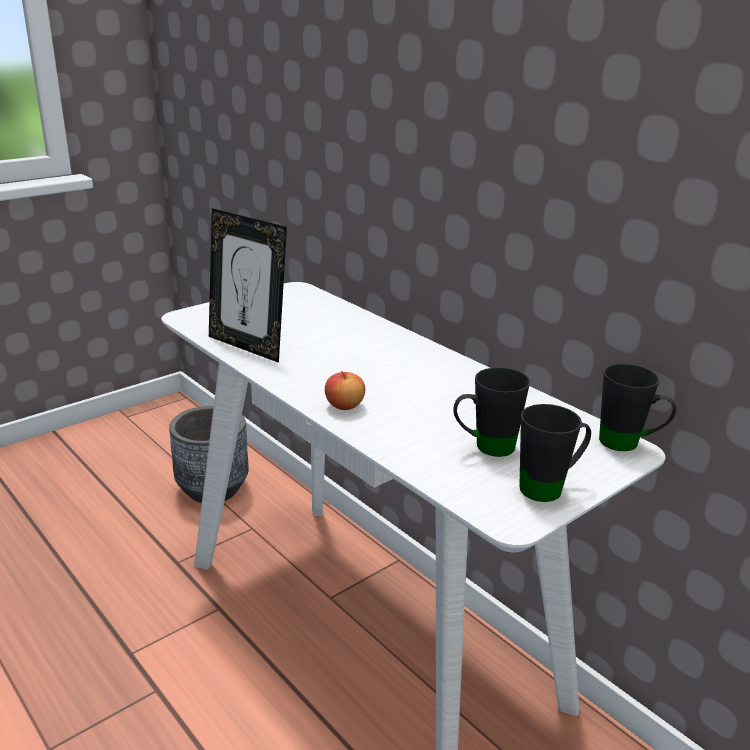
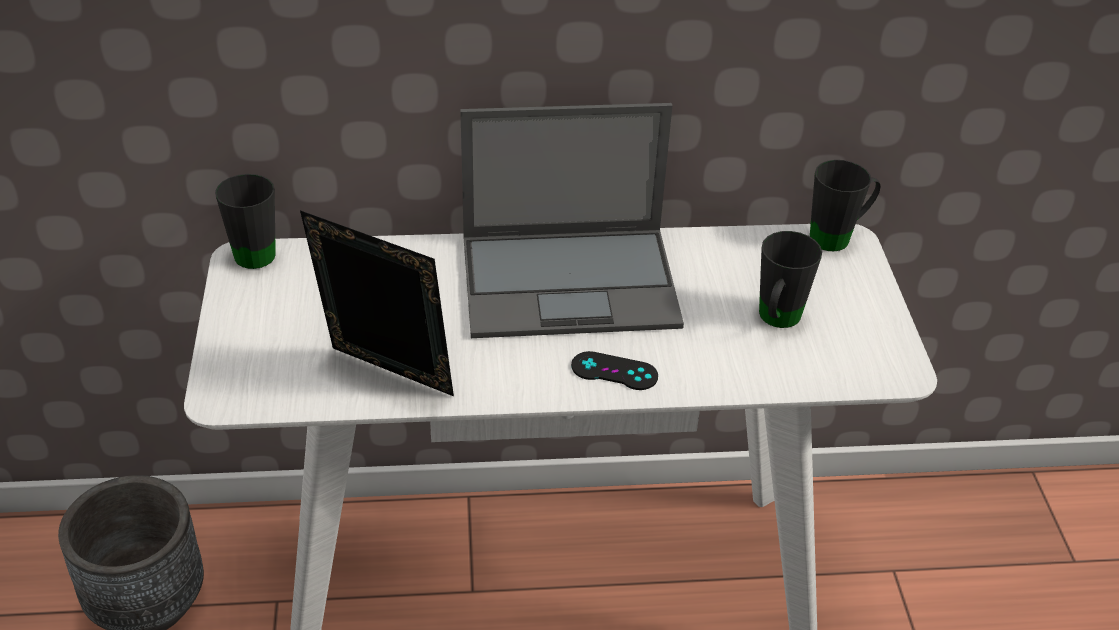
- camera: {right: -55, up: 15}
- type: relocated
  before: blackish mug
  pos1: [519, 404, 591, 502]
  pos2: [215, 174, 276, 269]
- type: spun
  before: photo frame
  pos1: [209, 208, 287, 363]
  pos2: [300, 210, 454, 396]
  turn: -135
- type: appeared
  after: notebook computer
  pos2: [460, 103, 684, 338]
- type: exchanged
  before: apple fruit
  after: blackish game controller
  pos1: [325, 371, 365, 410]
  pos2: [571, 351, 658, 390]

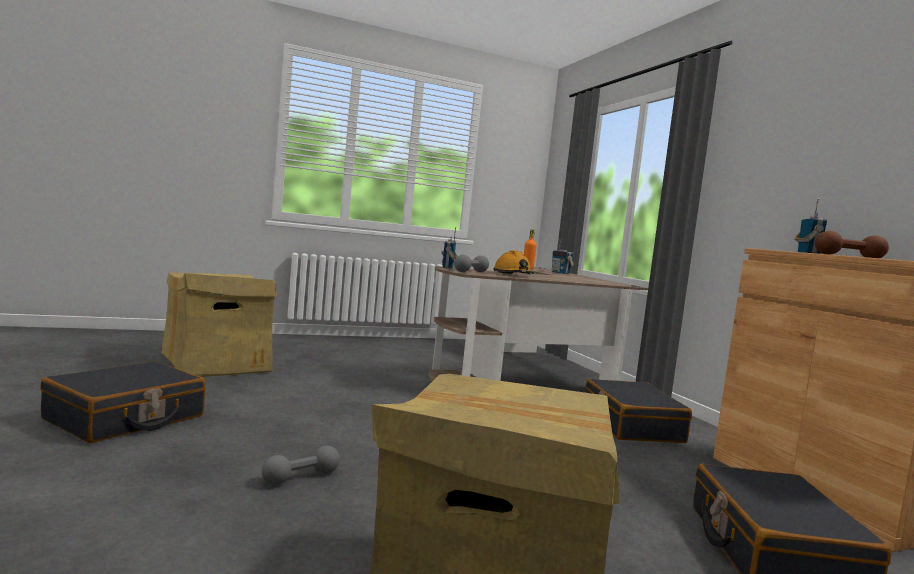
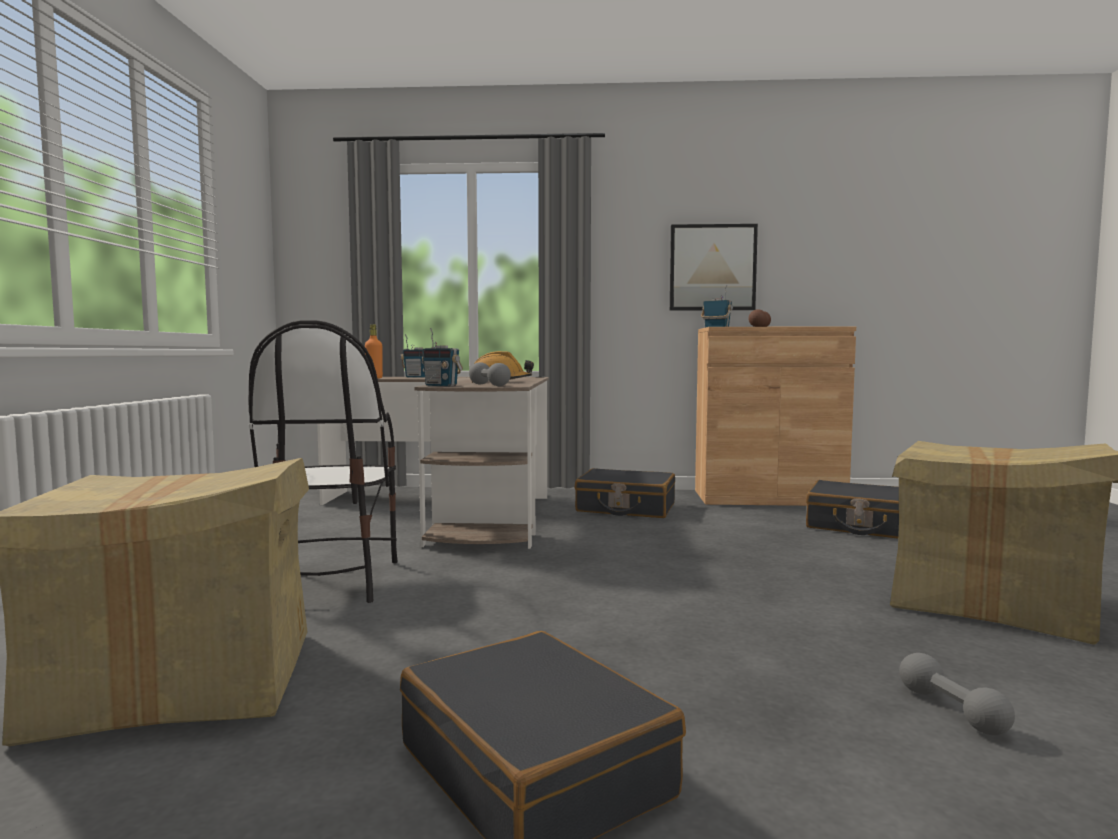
- camera: {right: -65, up: 0}
- type: appeared
  after: chair
  pos2: [249, 320, 398, 603]
- type: appeared
  after: wall picture
  pos2: [670, 224, 758, 311]
- type: relocated
  before: grey hand weight
  pos1: [262, 446, 340, 485]
  pos2: [899, 653, 1015, 735]

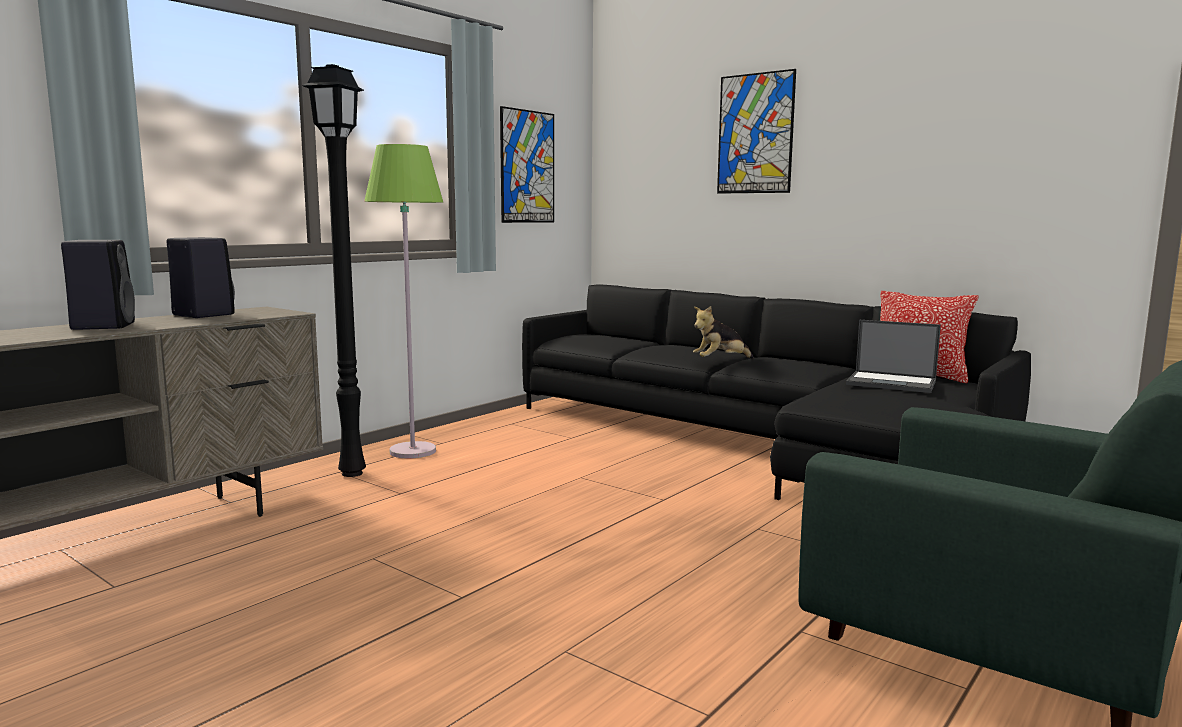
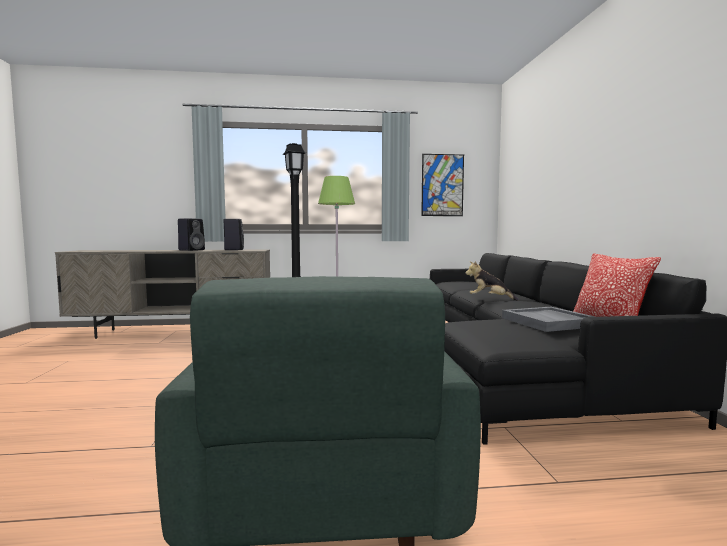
- camera: {right: 45, up: -5}
- type: exchanged
  before: notebook computer
  after: grey carrying tray
  pos1: [846, 320, 941, 393]
  pos2: [502, 307, 595, 332]
- type: missing
  before: wall picture
  pos1: [717, 69, 796, 194]

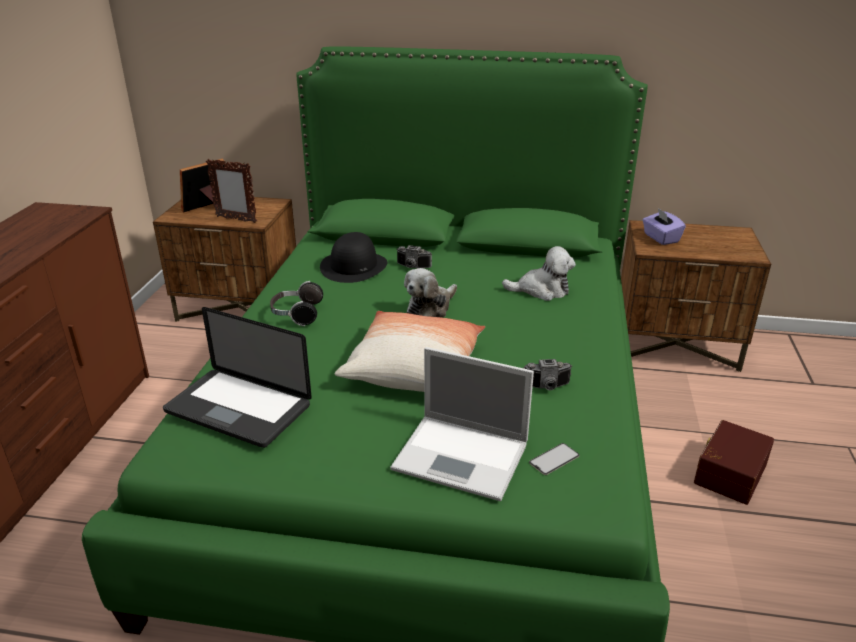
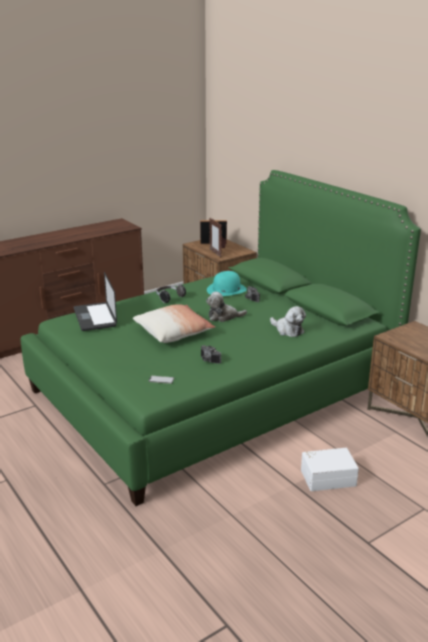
- camera: {right: 45, up: -5}
- type: colour
  before: blackish wearable hat
  after: blue-green wearable hat
  pos1: [320, 232, 388, 283]
  pos2: [207, 271, 247, 296]
- type: colour
  before: brown-coloured storage container
  after: white storage container
  pos1: [694, 420, 774, 505]
  pos2: [301, 448, 359, 491]
- type: missing
  before: notebook computer
  pos1: [390, 347, 534, 501]
- type: missing
  before: purple tissue box
  pos1: [643, 208, 686, 245]

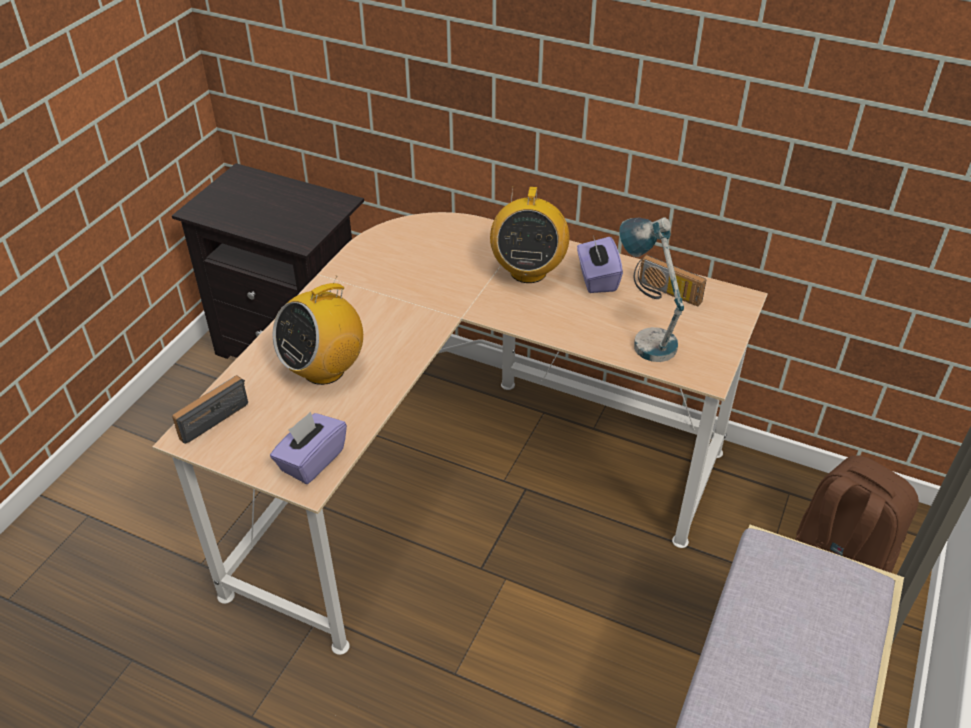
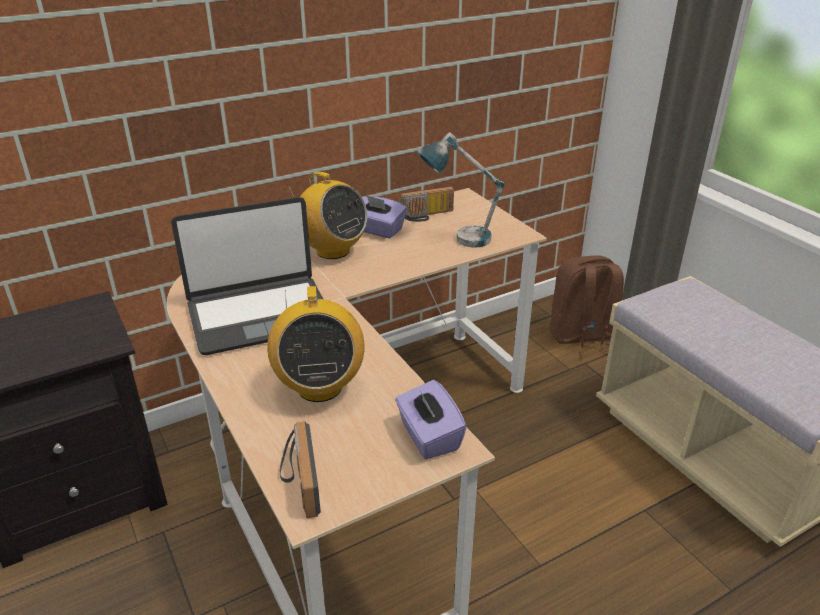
- camera: {right: -55, up: -10}
- type: appeared
  after: notebook computer
  pos2: [171, 197, 323, 355]

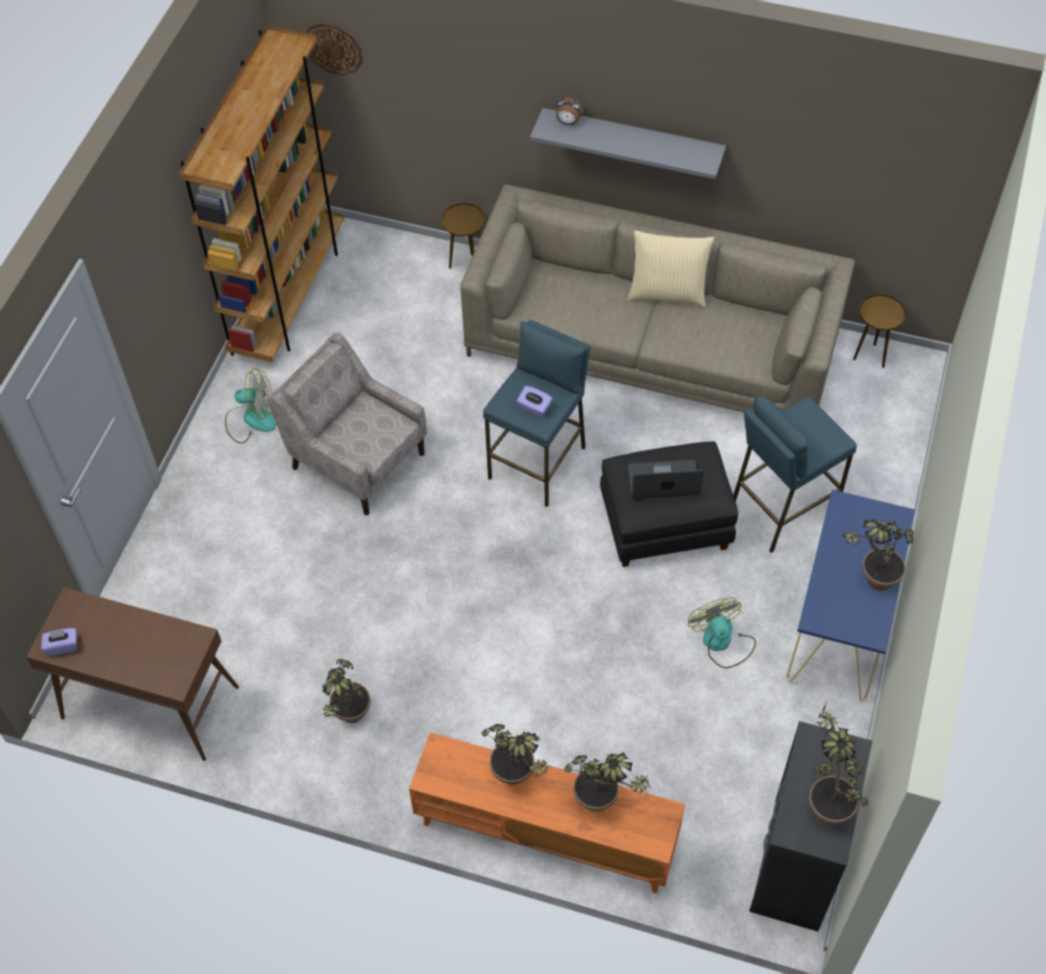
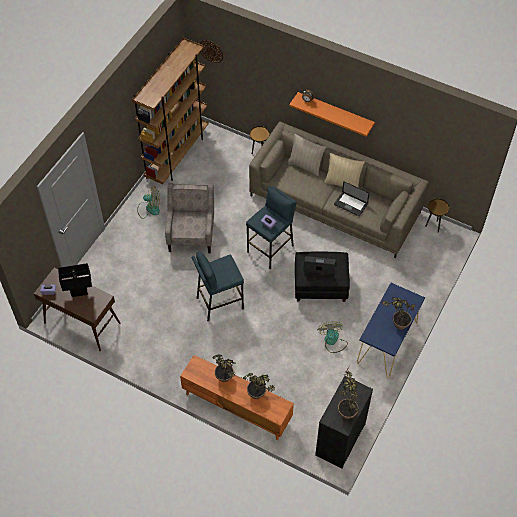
- camera: {right: 10, up: 0}
- type: appeared
  after: blackish table lamp
  pos2: [58, 263, 92, 297]
- type: spun
  before: sand-coloured easy chair
  pos1: [267, 333, 427, 515]
  pos2: [165, 183, 214, 254]
  turn: 45
- type: relocated
  before: blue sitting stool
  pos1: [733, 396, 857, 553]
  pos2: [191, 251, 244, 321]
- type: appeared
  after: sand-coloured cushion
  pos2: [287, 134, 326, 176]
- type: colour
  before: grey wall shelf
  after: orange-coloured wall shelf
  pos1: [530, 108, 726, 179]
  pos2: [289, 92, 375, 137]
- type: appeared
  after: notebook computer
  pos2: [334, 181, 369, 216]
- type: missing
  before: houseplant
  pos1: [322, 659, 371, 723]

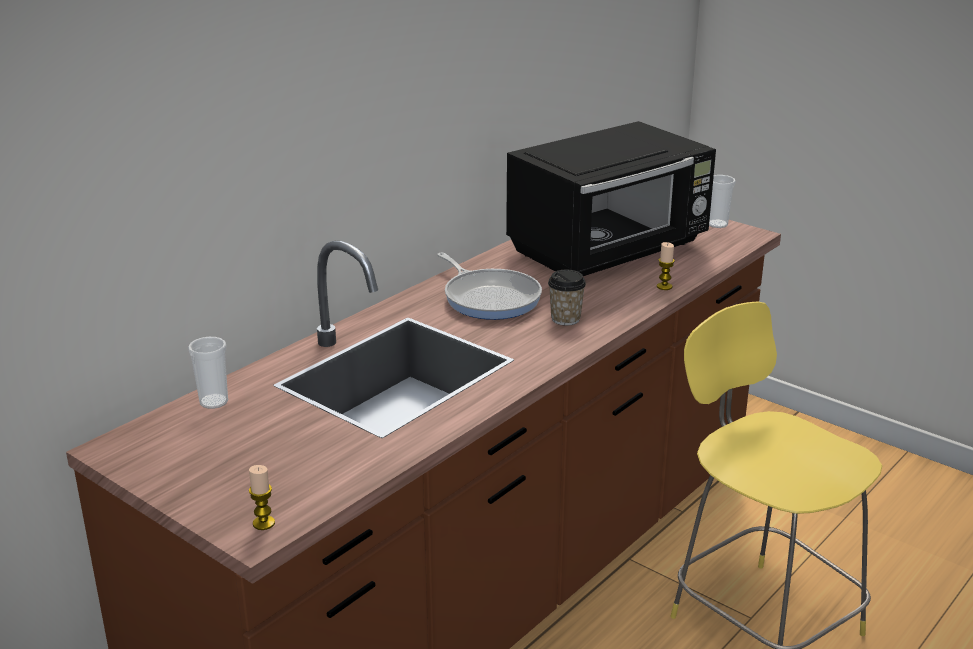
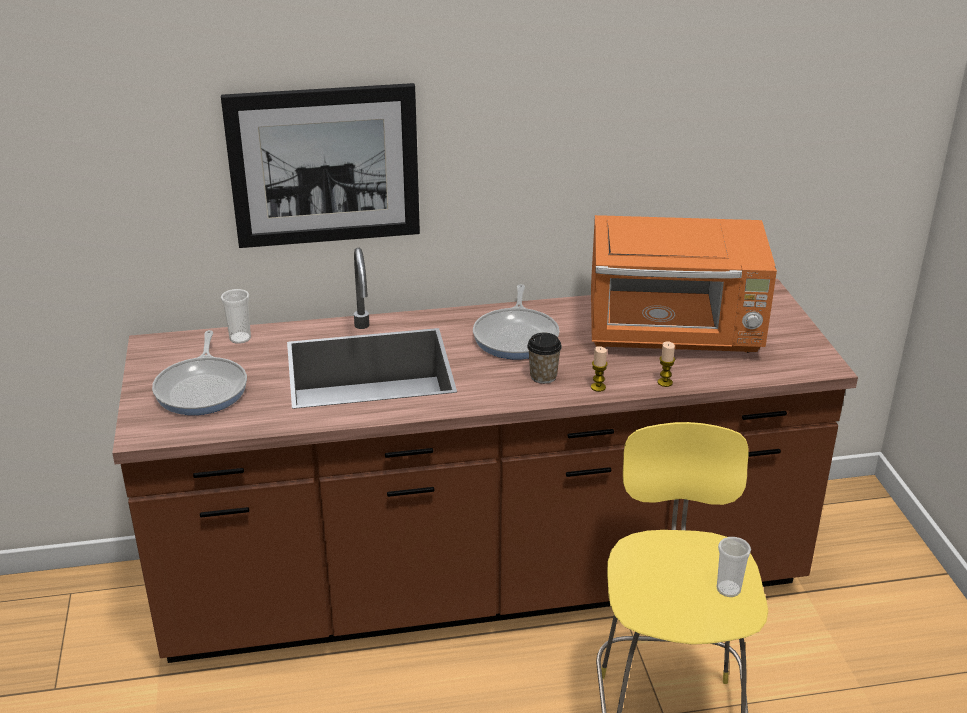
- camera: {right: 40, up: 5}
- type: appeared
  after: skillet
  pos2: [152, 330, 247, 415]
- type: appeared
  after: wall picture
  pos2: [221, 83, 420, 248]
- type: colour
  before: blackish microwave
  after: orange-coloured microwave
  pos1: [506, 121, 716, 276]
  pos2: [591, 215, 777, 353]
- type: relocated
  before: wax light
  pos1: [249, 465, 275, 530]
  pos2: [591, 346, 608, 392]
- type: relocated
  before: cup
  pos1: [709, 175, 736, 228]
  pos2: [716, 537, 751, 597]

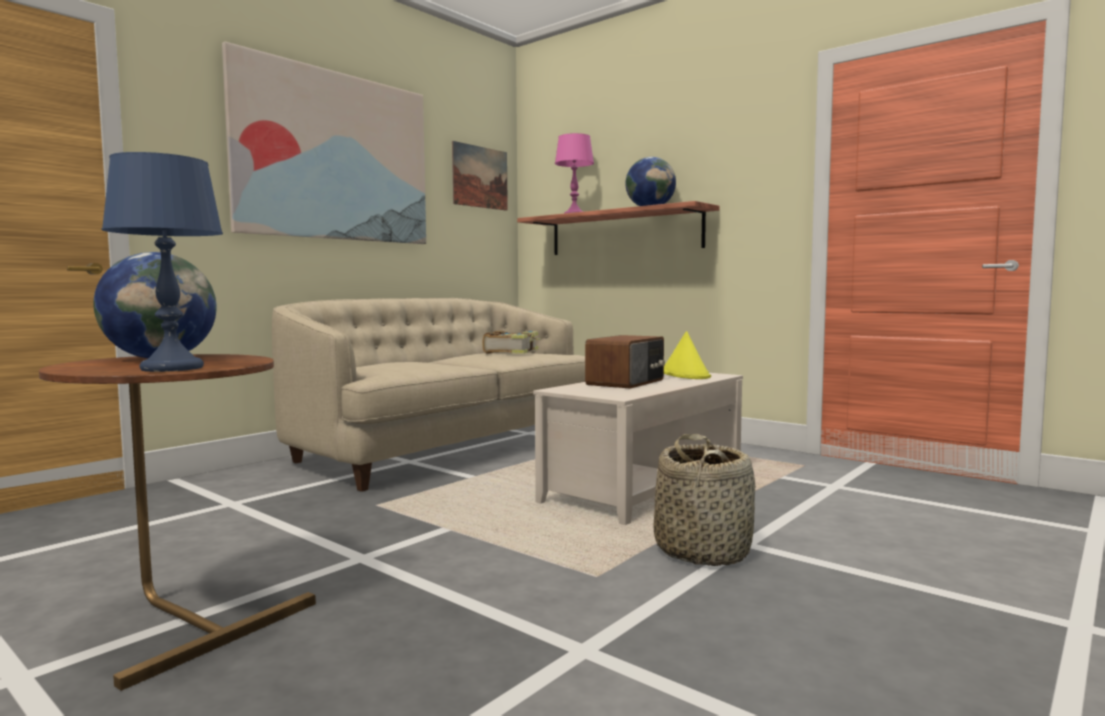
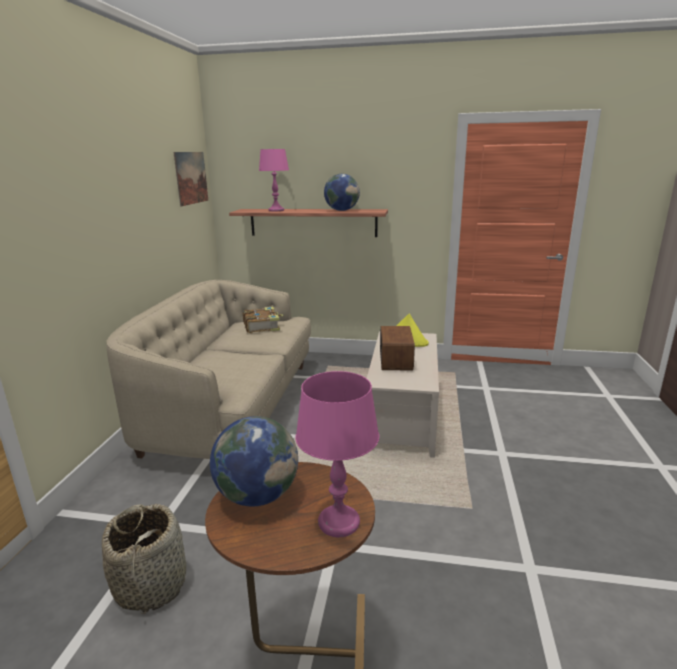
- camera: {right: -30, up: 15}
- type: relocated
  before: household basket
  pos1: [654, 434, 756, 566]
  pos2: [102, 504, 186, 614]
- type: colour
  before: blue table lamp
  after: pink table lamp
  pos1: [102, 152, 223, 372]
  pos2: [296, 371, 379, 537]
- type: missing
  before: wall picture
  pos1: [222, 42, 426, 244]

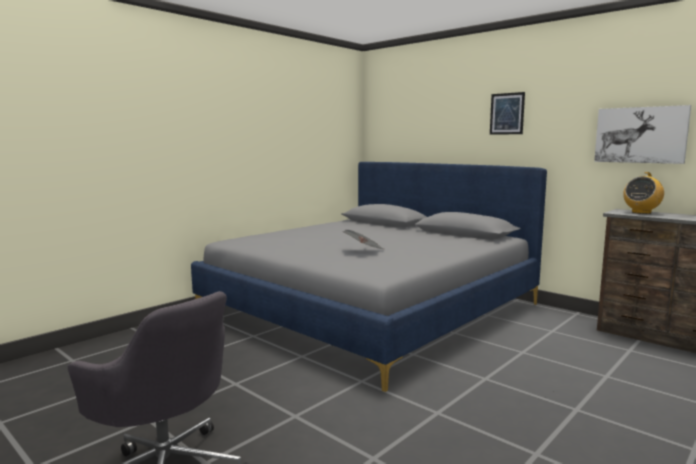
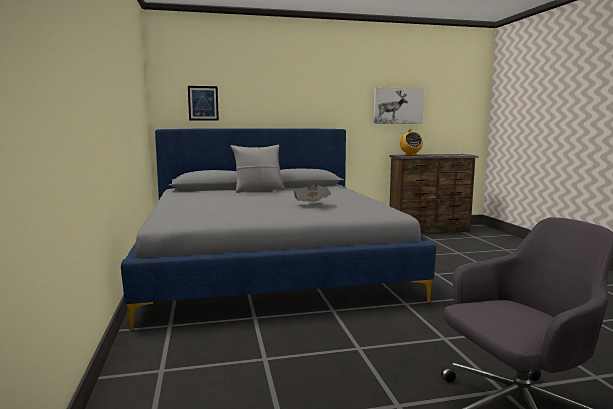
- camera: {right: -55, up: 0}
- type: relocated
  before: wall picture
  pos1: [490, 92, 525, 135]
  pos2: [188, 86, 219, 121]
- type: appeared
  after: grey cushion
  pos2: [231, 145, 285, 193]

